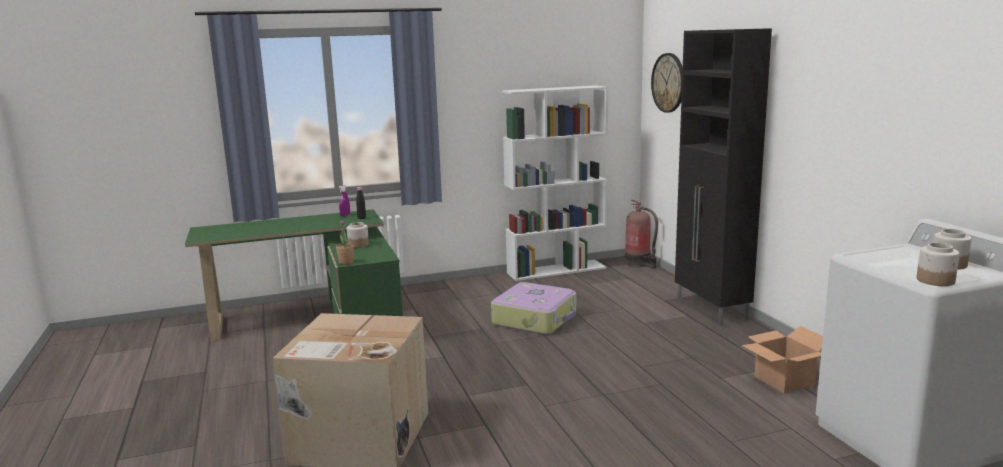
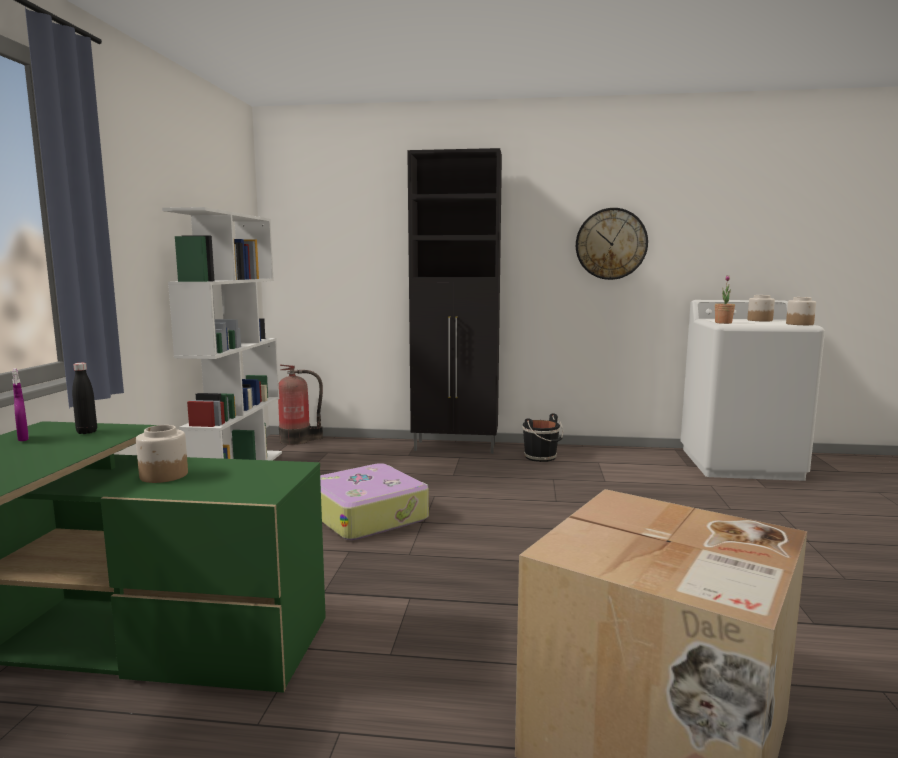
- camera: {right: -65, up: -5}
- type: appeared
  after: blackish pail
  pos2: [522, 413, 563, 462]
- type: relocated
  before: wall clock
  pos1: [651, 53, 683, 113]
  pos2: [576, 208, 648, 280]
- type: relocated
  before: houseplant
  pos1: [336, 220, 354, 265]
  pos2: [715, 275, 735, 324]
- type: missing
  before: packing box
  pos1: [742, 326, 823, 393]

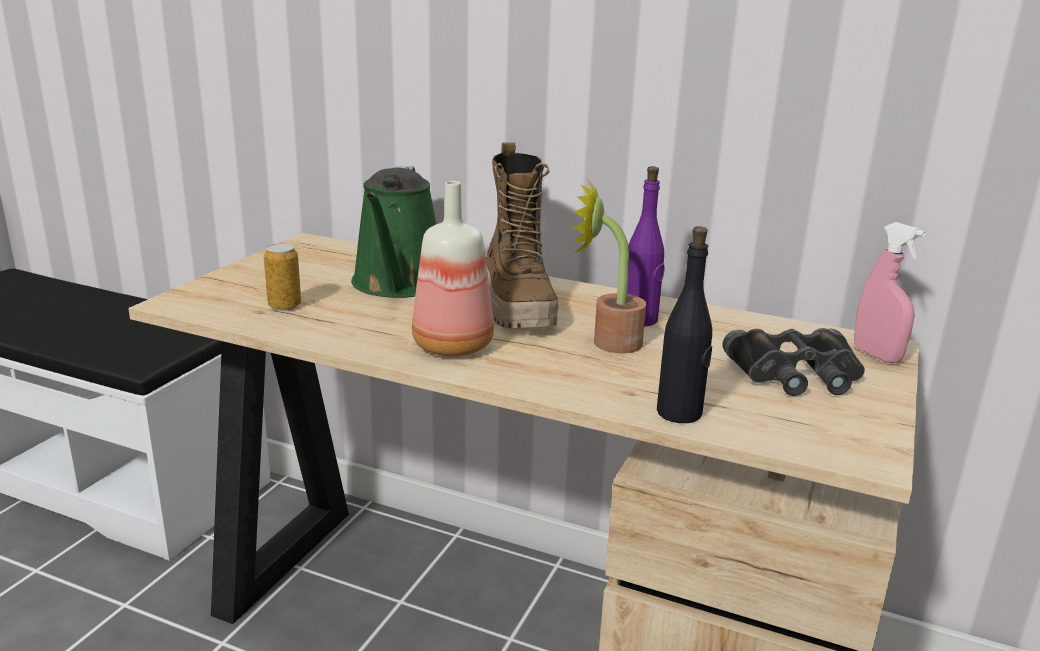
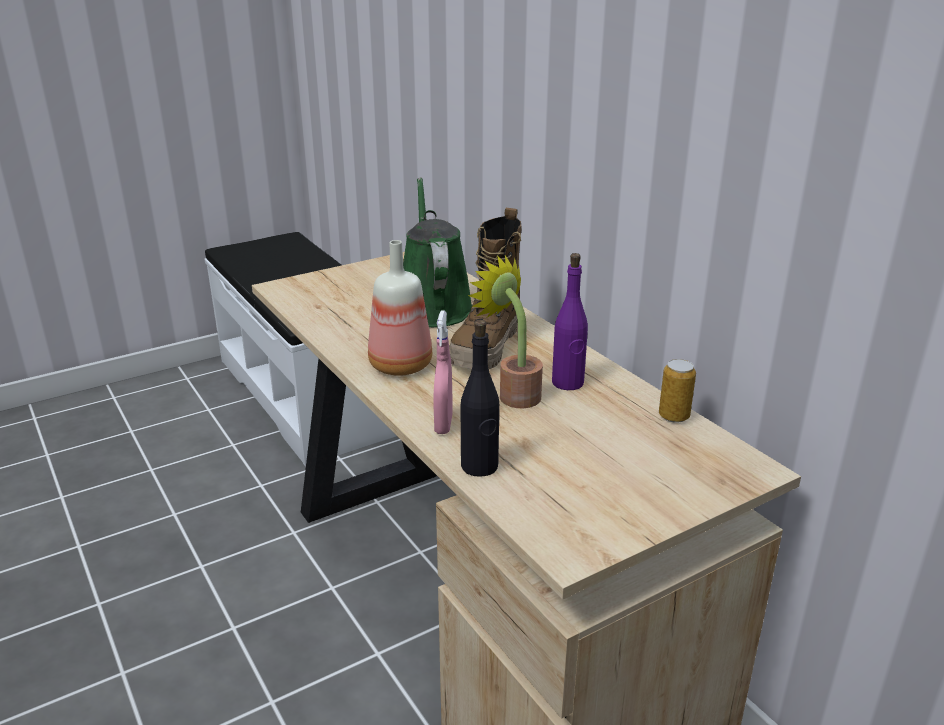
- camera: {right: 35, up: 5}
- type: spun
  before: green-coloured sprinkling can
  pos1: [351, 166, 436, 298]
  pos2: [403, 177, 472, 327]
  turn: 135
- type: relocated
  before: pink sprayer
  pos1: [854, 222, 926, 363]
  pos2: [434, 311, 453, 434]
- type: relocated
  before: metal can
  pos1: [264, 243, 301, 311]
  pos2: [659, 359, 696, 423]
- type: missing
  before: blackish binoculars
  pos1: [723, 328, 865, 396]

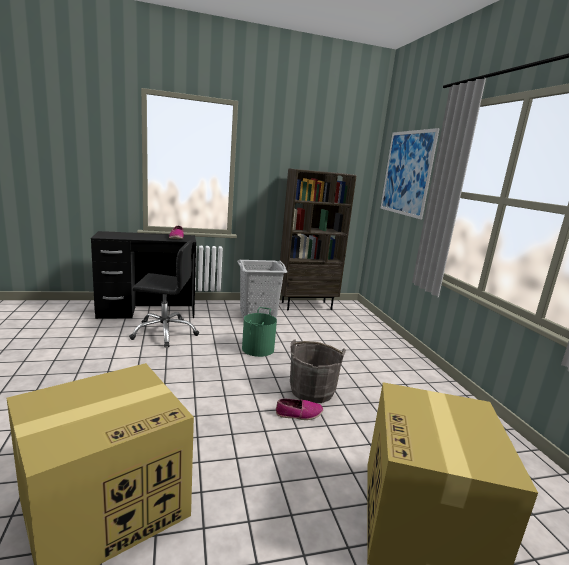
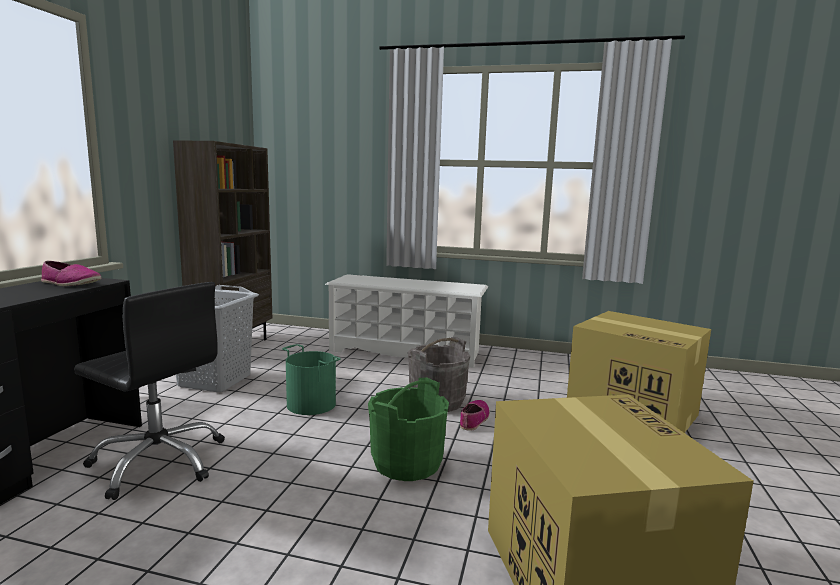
- camera: {right: -60, up: -5}
- type: spun
  before: blackish office chair
  pos1: [129, 240, 199, 348]
  pos2: [74, 282, 225, 500]
  turn: 90
- type: appeared
  after: white shoe stand
  pos2: [325, 274, 488, 368]
- type: appeared
  after: green-coloured pail
  pos2: [368, 378, 449, 481]
- type: missing
  before: wall picture
  pos1: [380, 128, 440, 220]

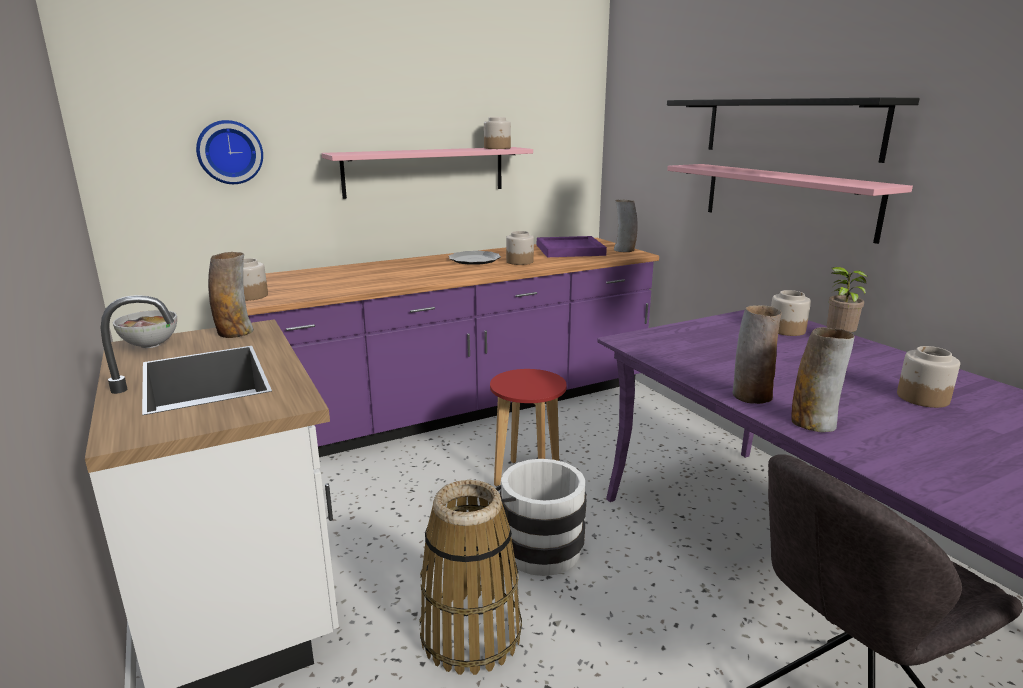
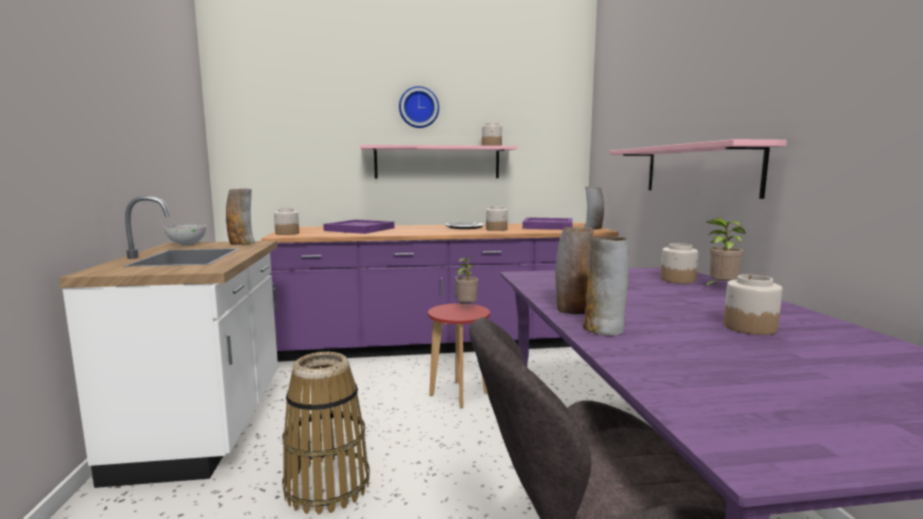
- camera: {right: 20, up: -10}
- type: appeared
  after: purple carrying tray
  pos2: [323, 219, 394, 234]
- type: relocated
  before: wall clock
  pos1: [196, 120, 263, 184]
  pos2: [399, 86, 439, 128]
- type: appeared
  after: houseplant
  pos2: [456, 256, 478, 304]
- type: missing
  before: white pail
  pos1: [495, 459, 587, 576]
- type: missing
  before: blackish wall shelf
  pos1: [667, 97, 920, 163]

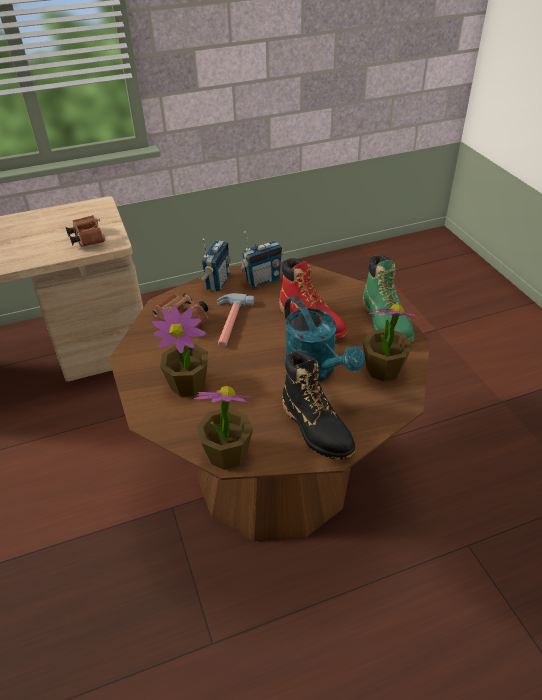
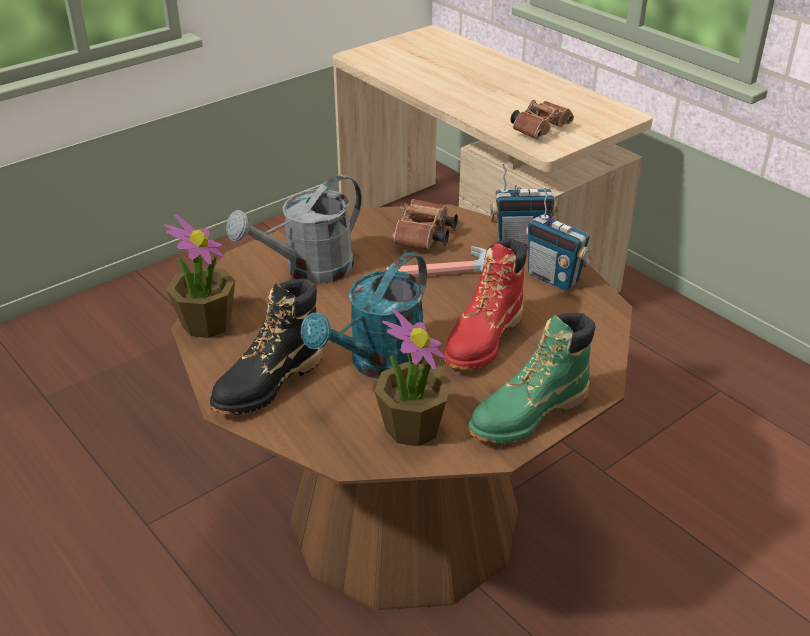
- camera: {right: 70, up: -5}
- type: exchanged
  before: houseplant
  after: grey sprinkling can
  pos1: [152, 306, 208, 397]
  pos2: [226, 175, 362, 284]

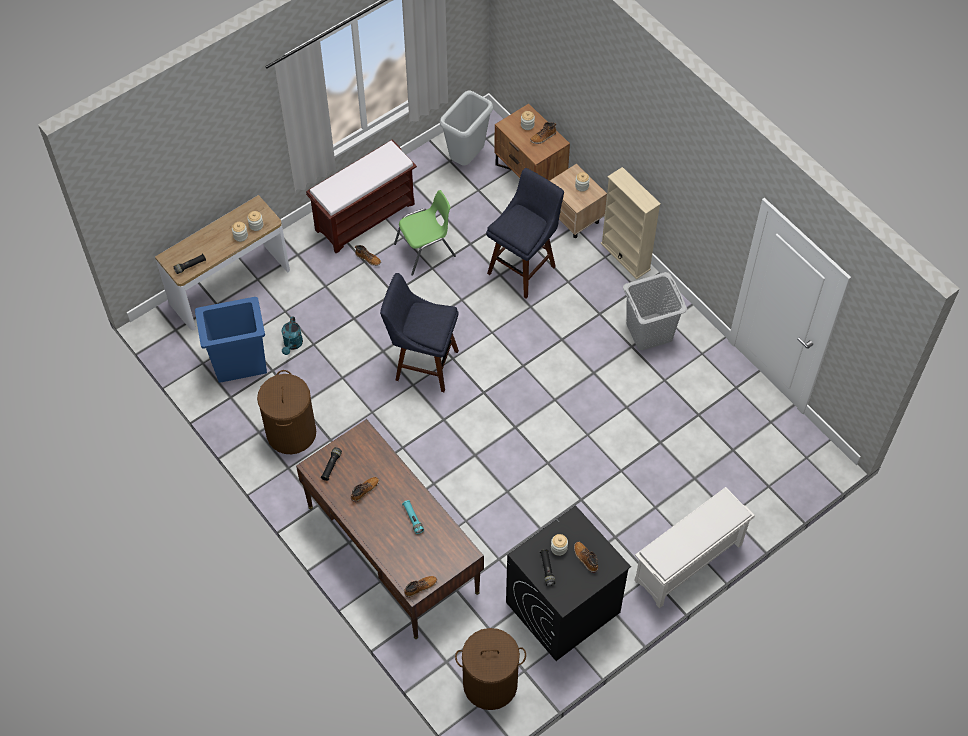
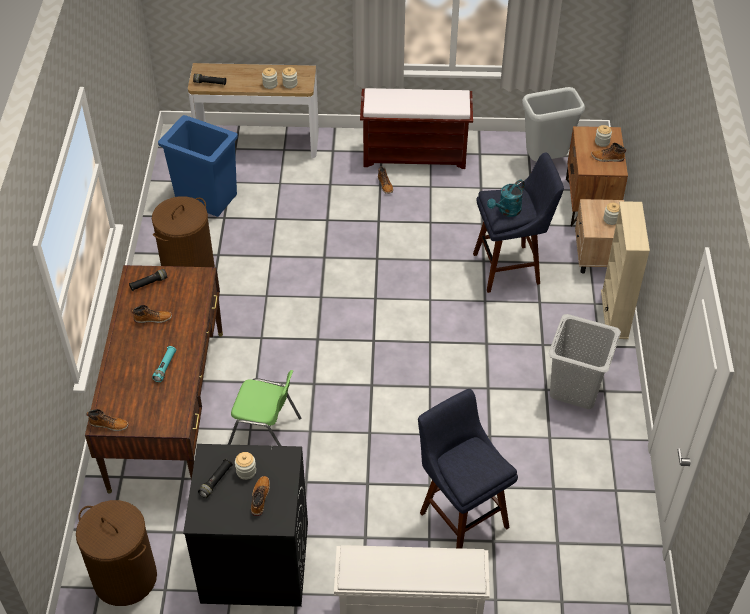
- camera: {right: 40, up: -10}
- type: relocated
  before: green-coloured chair
  pos1: [394, 190, 456, 276]
  pos2: [228, 370, 301, 446]
- type: relocated
  before: blue sitting stool
  pos1: [380, 273, 459, 392]
  pos2: [418, 389, 518, 548]
- type: relocated
  before: blue-green sprinkling can
  pos1: [282, 316, 303, 355]
  pos2: [487, 180, 525, 217]

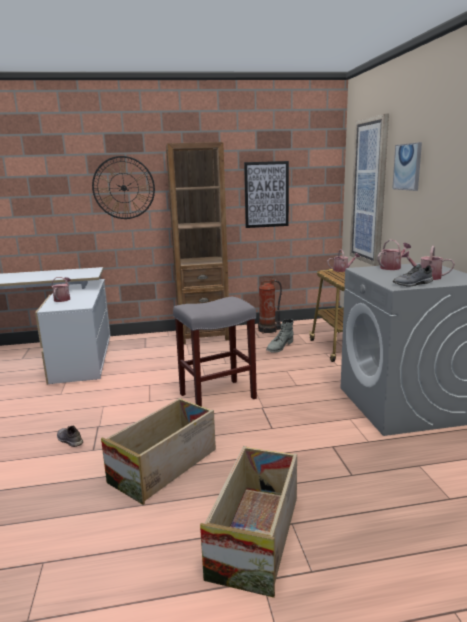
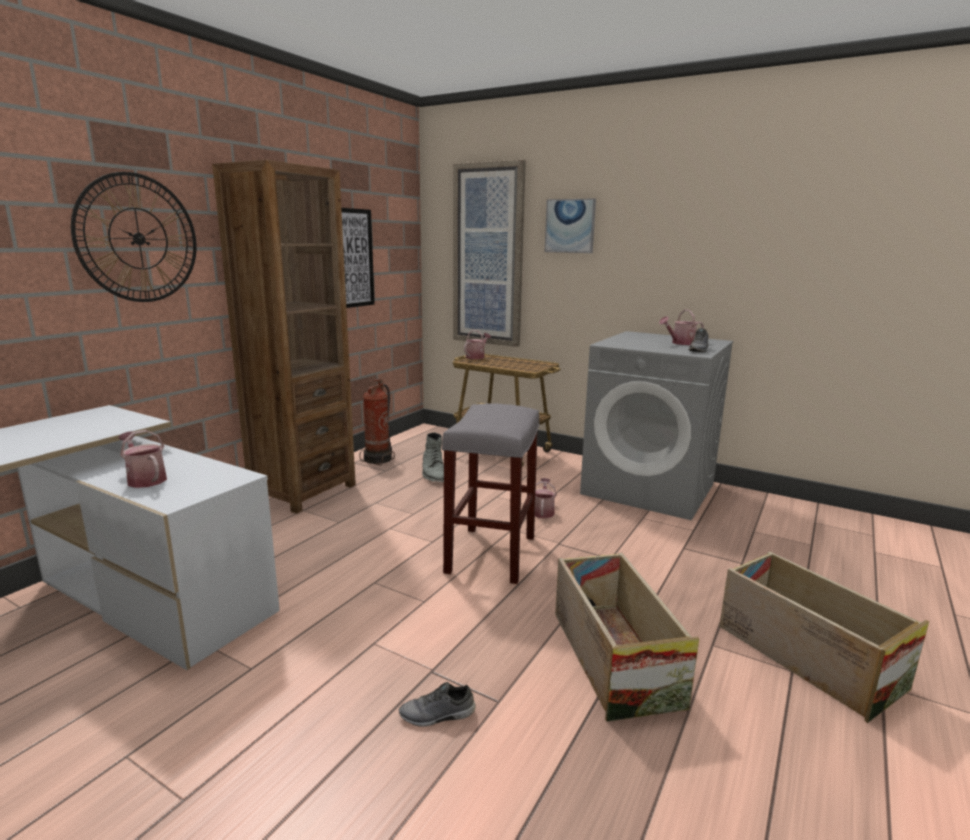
- camera: {right: -50, up: 0}
- type: relocated
  before: sprinkling can
  pos1: [378, 240, 411, 270]
  pos2: [535, 478, 557, 518]

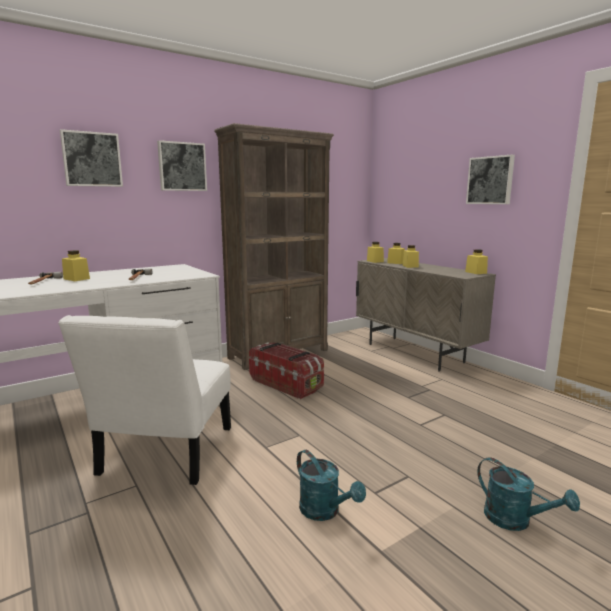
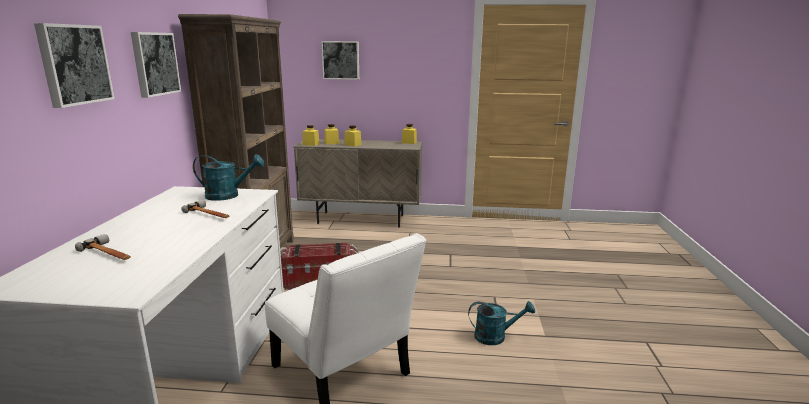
- camera: {right: -50, up: 5}
- type: relocated
  before: blue-green sprinkling can
  pos1: [477, 457, 580, 531]
  pos2: [193, 154, 264, 201]
- type: relocated
  before: wall picture
  pos1: [466, 155, 515, 204]
  pos2: [321, 41, 359, 80]
- type: missing
  before: yellowish preserve jar
  pos1: [62, 250, 90, 281]

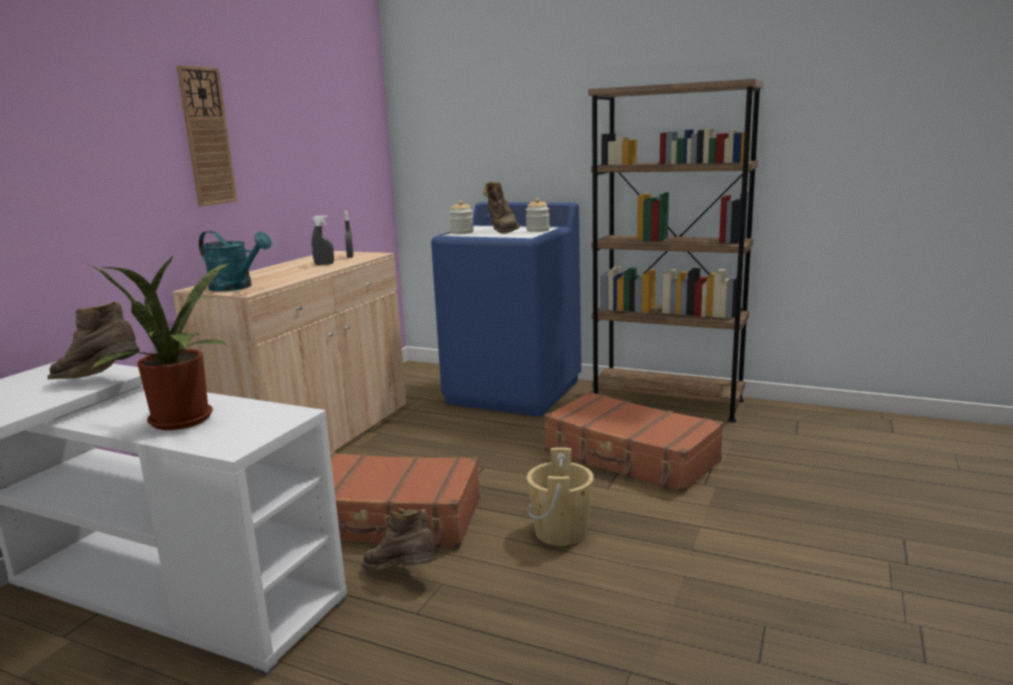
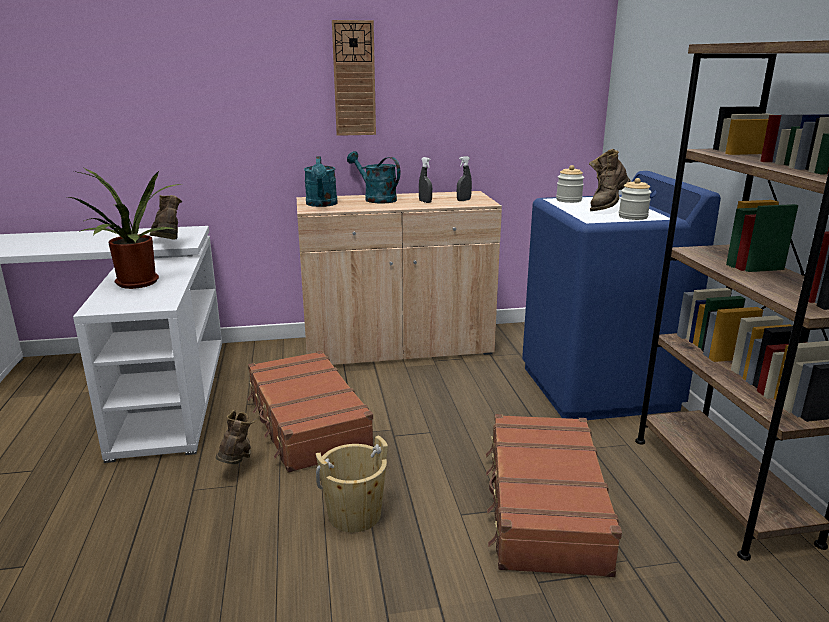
- camera: {right: 55, up: 5}
- type: appeared
  after: blue-green sprinkling can
  pos2: [347, 151, 400, 203]

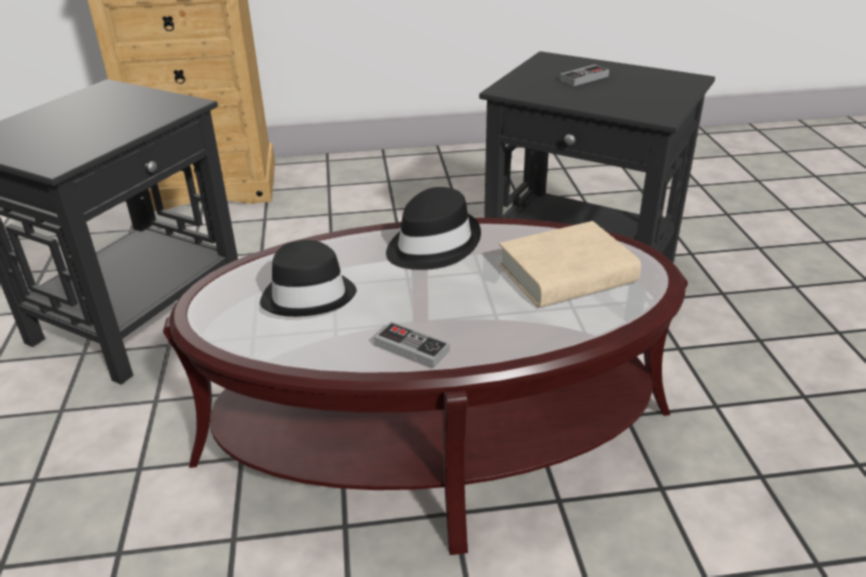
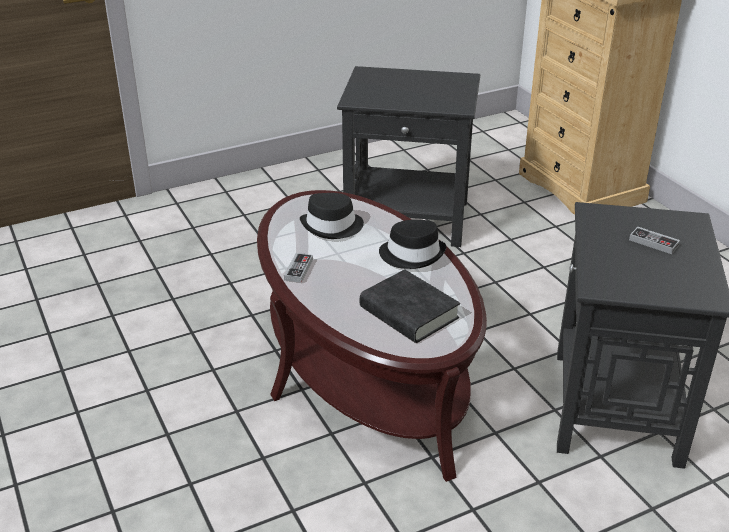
- camera: {right: 70, up: 0}
- type: colour
  before: sand-coloured volume
  after: blackish volume
  pos1: [498, 221, 641, 308]
  pos2: [360, 269, 460, 343]

